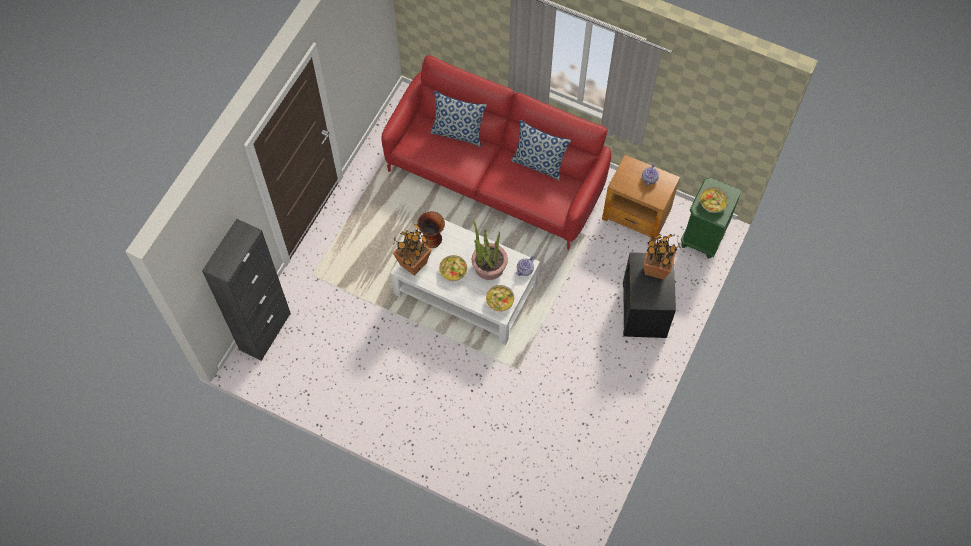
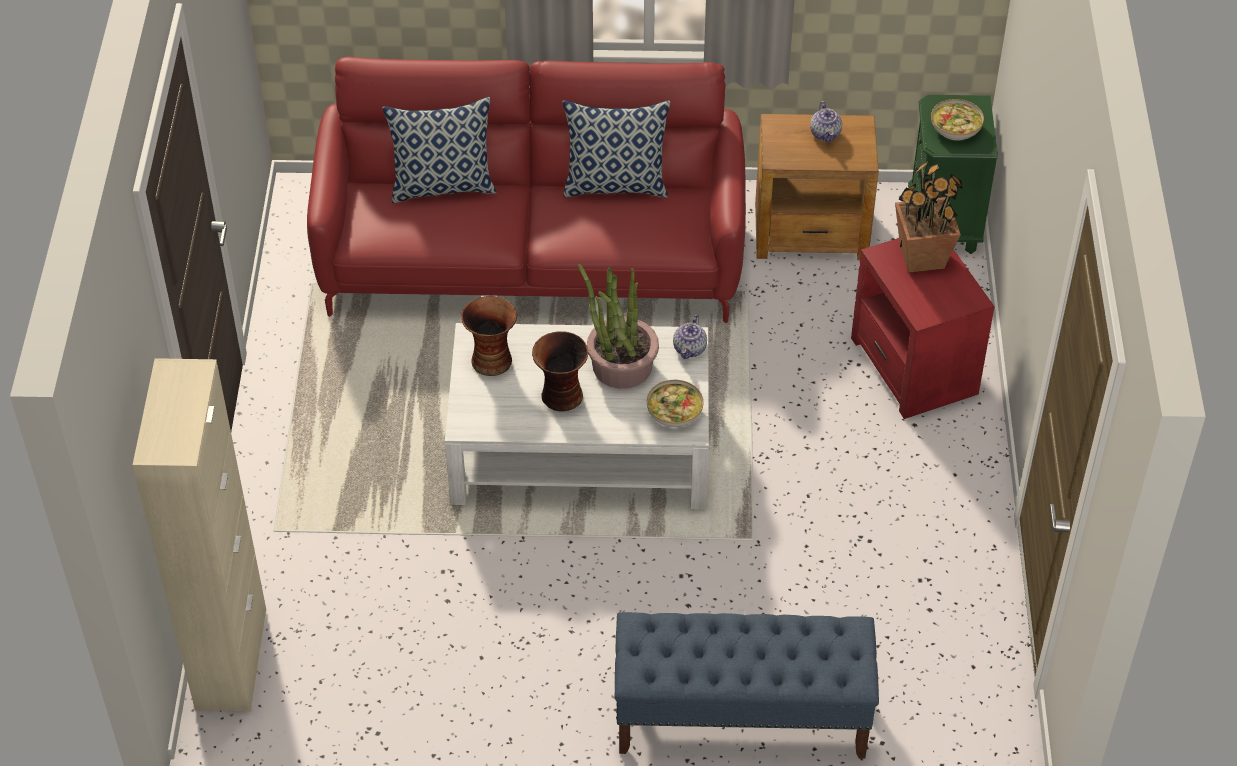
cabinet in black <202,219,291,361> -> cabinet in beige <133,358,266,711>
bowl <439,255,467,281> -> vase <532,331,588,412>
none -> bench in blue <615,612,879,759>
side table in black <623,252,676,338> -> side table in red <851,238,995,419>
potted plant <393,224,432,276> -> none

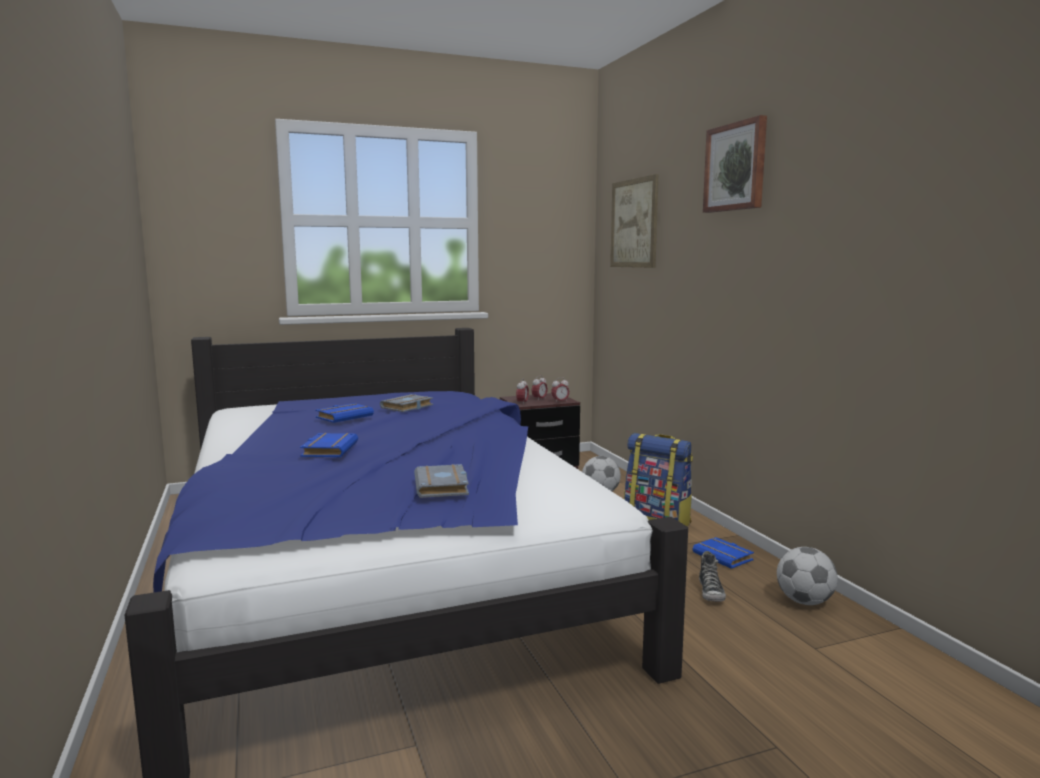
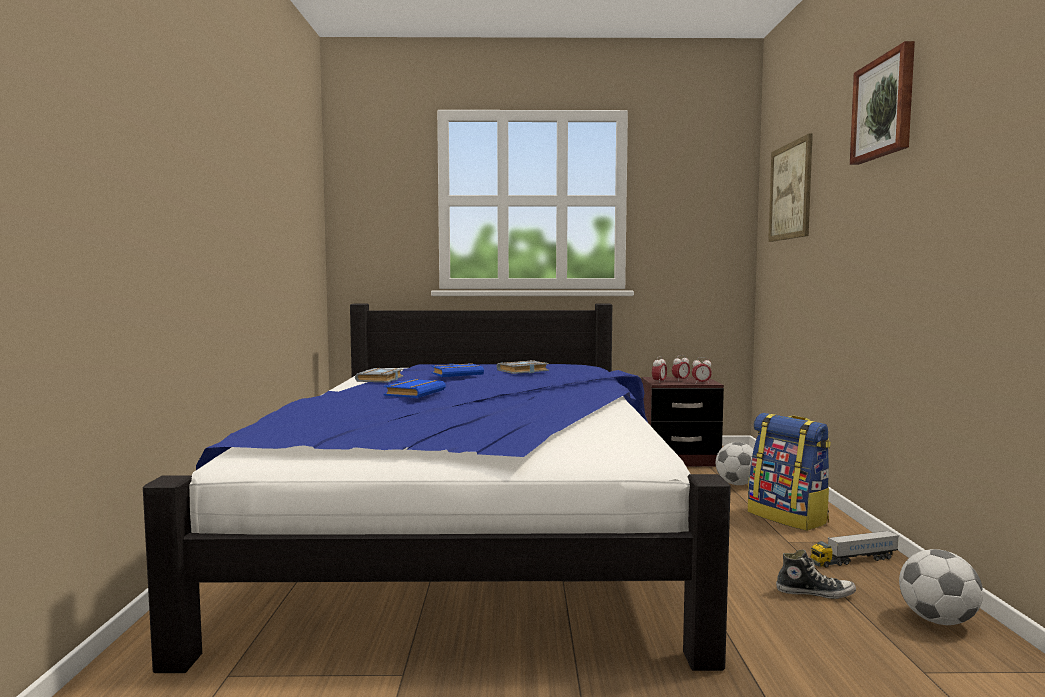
book in grey <414,464,469,498> -> book in grey <355,368,403,382>, move
shoe <699,551,726,602> -> shoe <776,549,856,599>, 105 degrees counterclockwise
book in blue <693,537,754,569> -> toy truck <810,530,899,568>

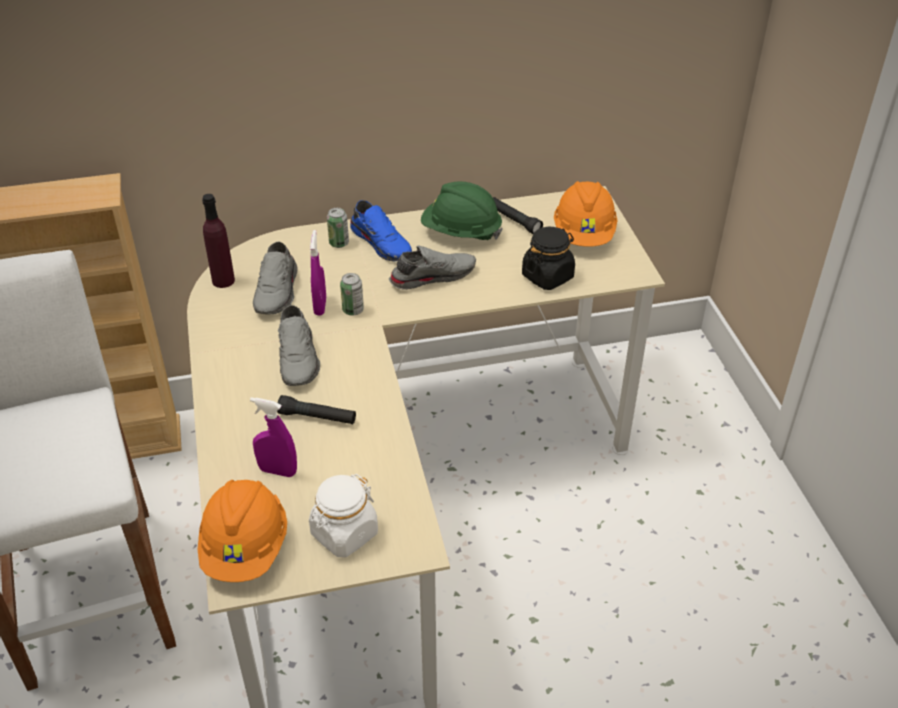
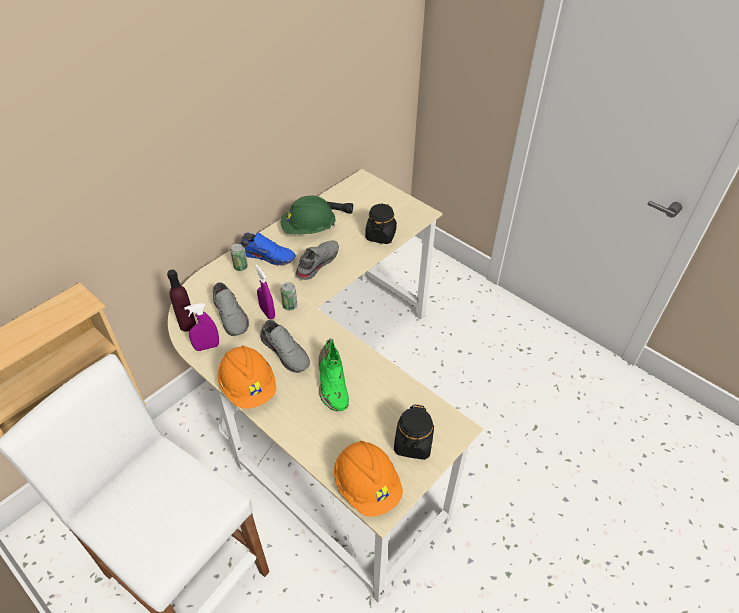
spray bottle in purple <250,397,297,477> -> spray bottle in purple <184,303,219,351>, move
hard hat in orange <554,181,618,247> -> hard hat in orange <218,345,276,409>, move
flashlight in black <277,395,356,424> -> shoe in green <318,338,349,411>
jar in white <309,474,378,557> -> jar in black <394,404,434,460>

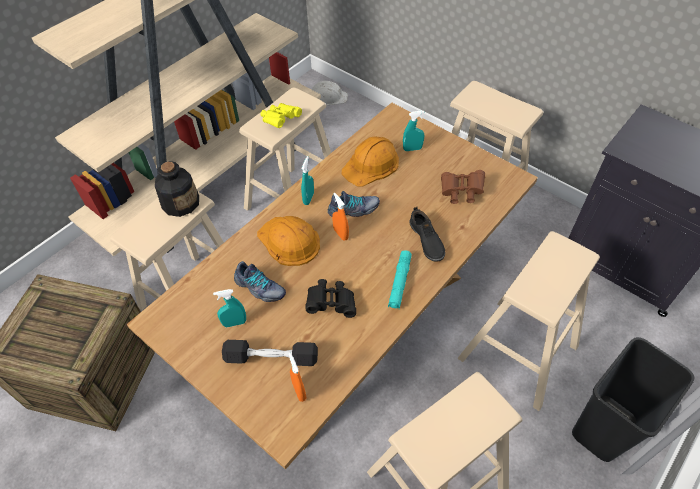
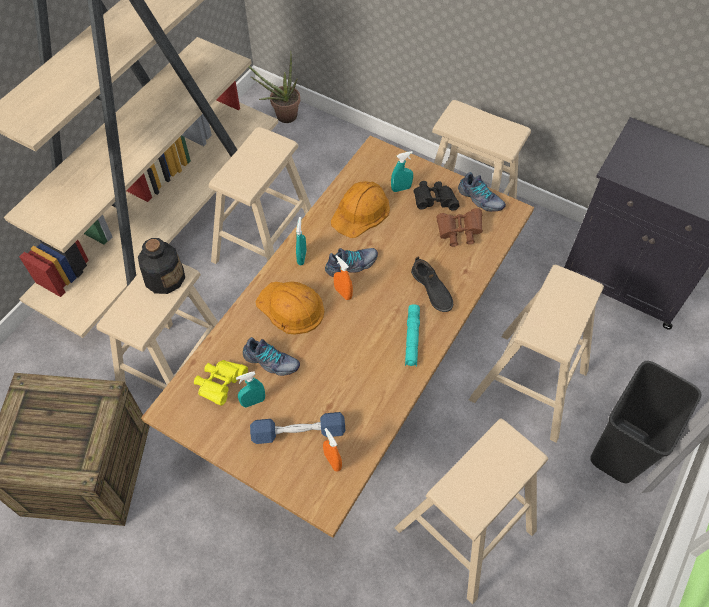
binoculars in yellow <261,103,302,128> -> binoculars in yellow <194,360,248,405>, move
hard hat in white <312,81,348,105> -> potted plant <249,51,300,123>
dumbbell in black <222,340,318,366> -> dumbbell in blue <250,412,345,444>
binoculars in black <306,279,356,318> -> binoculars in black <413,181,460,211>, move
none -> shoe <458,172,506,212>

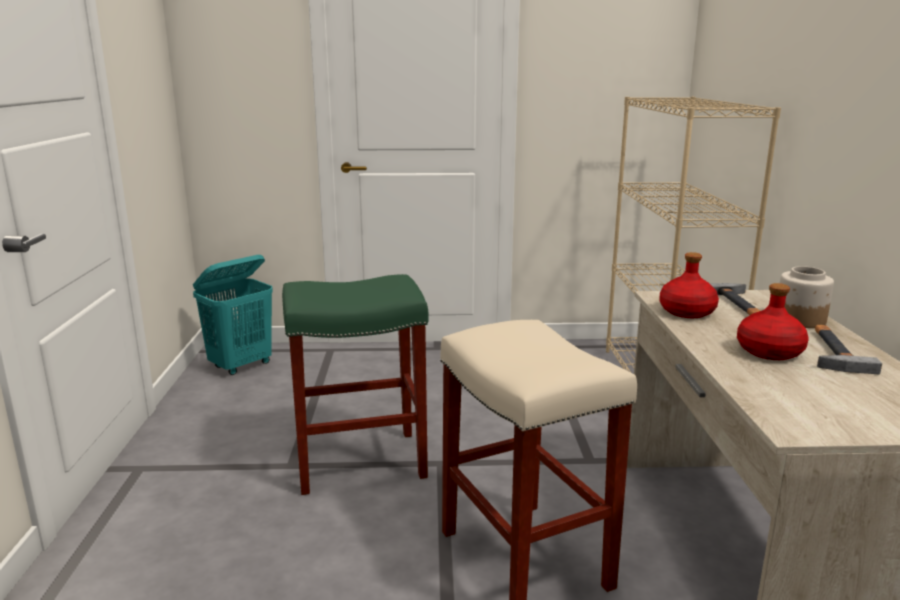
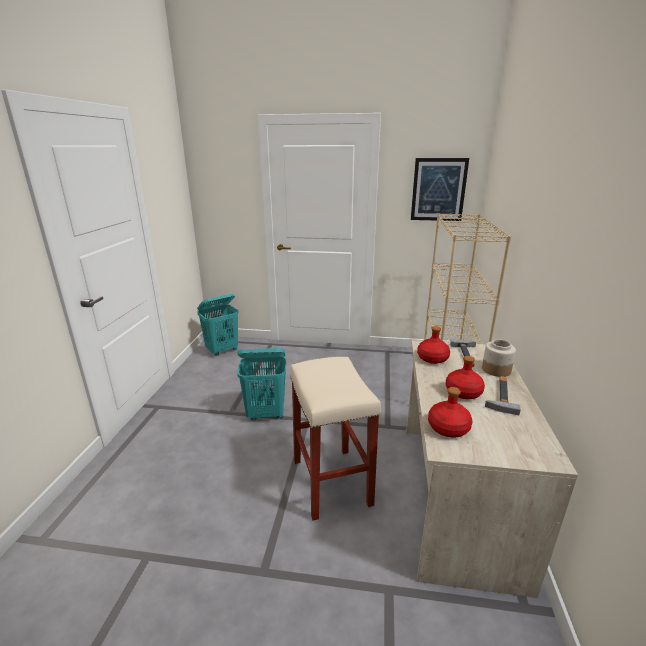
stool in green <282,274,429,495> -> laundry basket in turquoise <237,348,286,420>
none -> picture <411,158,469,221>
none -> bottle in red <428,387,472,438>

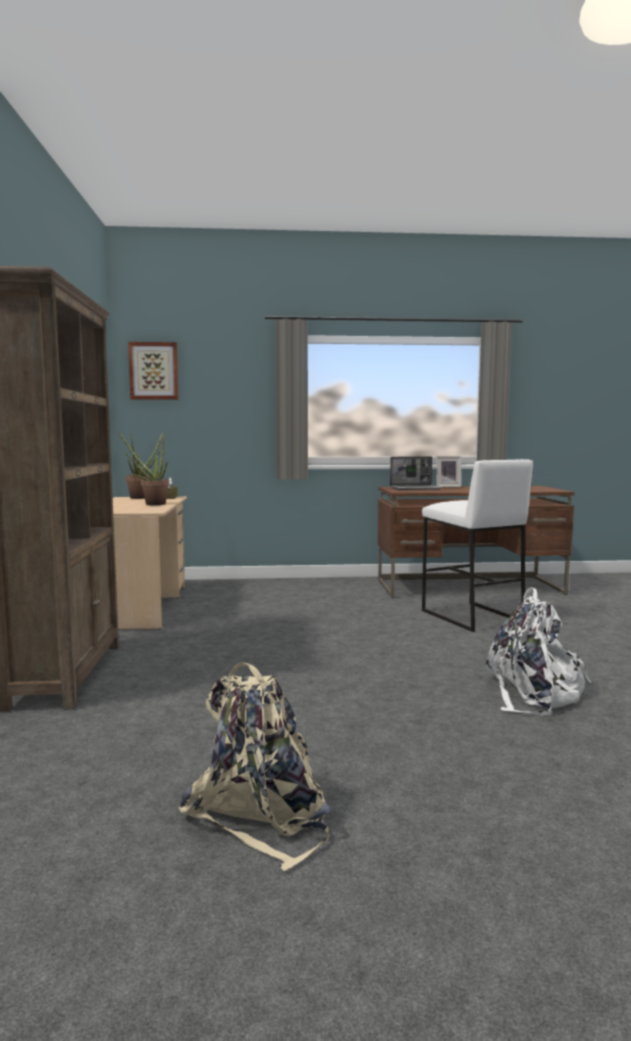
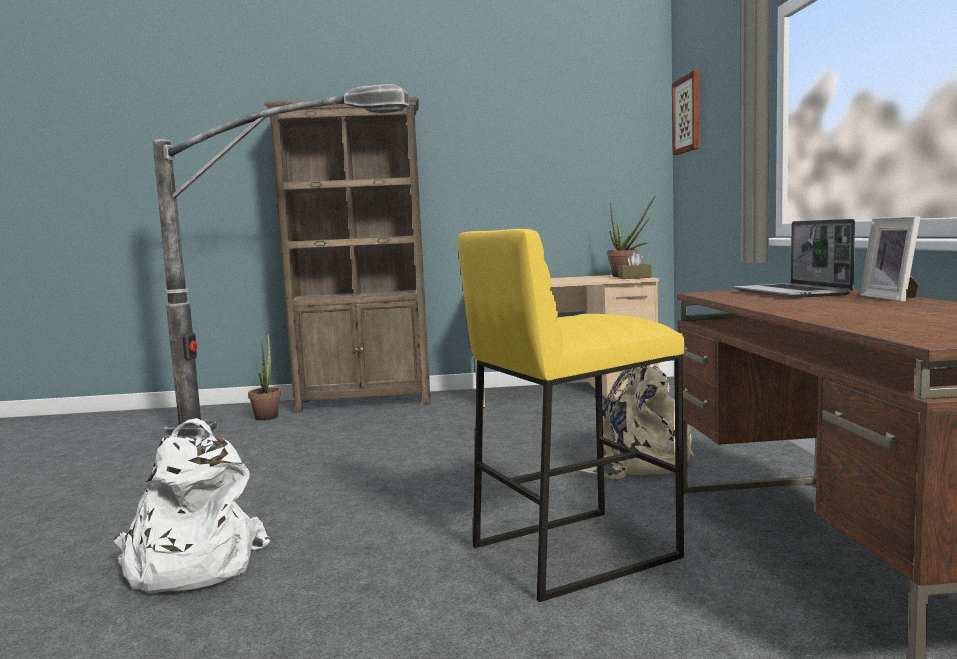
none -> floor lamp <152,84,409,437>
potted plant <118,432,169,505> -> potted plant <248,332,281,421>, move
stool in white <422,459,533,632> -> stool in yellow <458,229,685,602>
backpack in beige <179,662,331,871> -> backpack in beige <578,364,694,479>, move

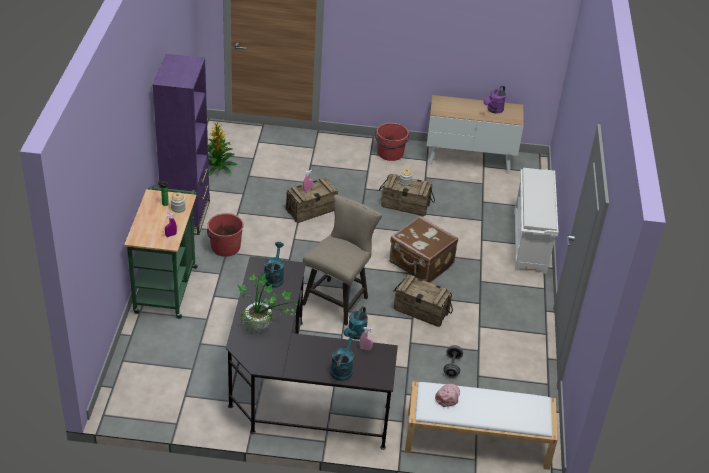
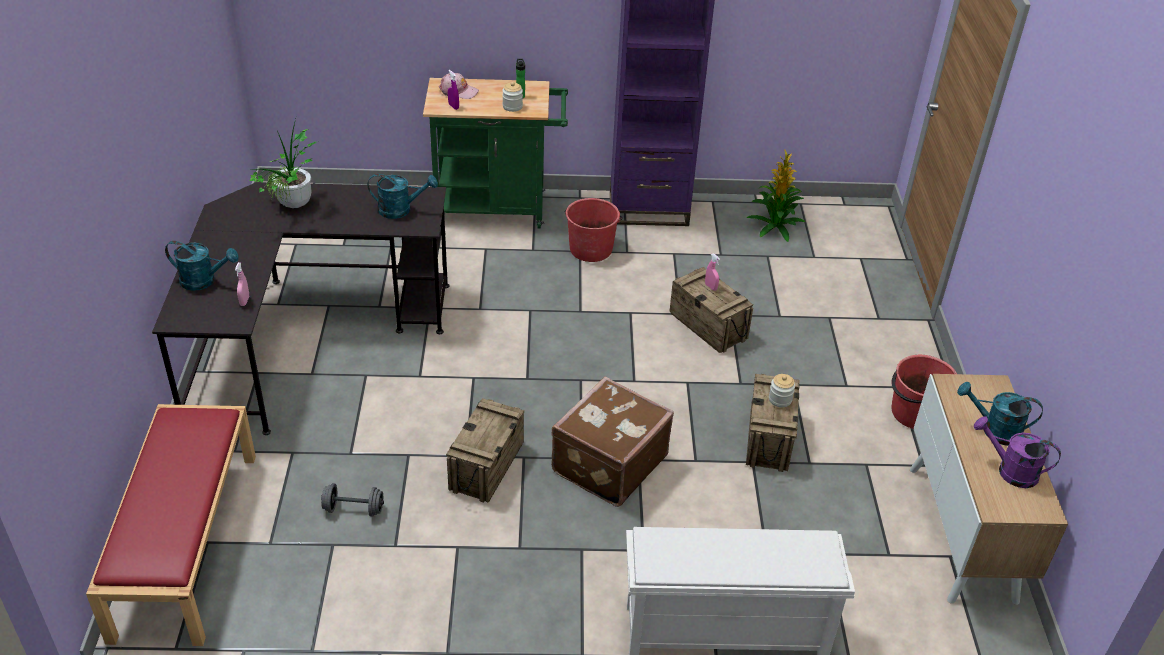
bench in white <405,381,558,470> -> bench in red <86,404,256,646>
cap in pink <435,384,460,407> -> cap in pink <439,73,479,99>, move
watering can in turquoise <344,306,368,340> -> watering can in turquoise <957,382,1043,446>, move
stool in beige <303,195,382,326> -> none

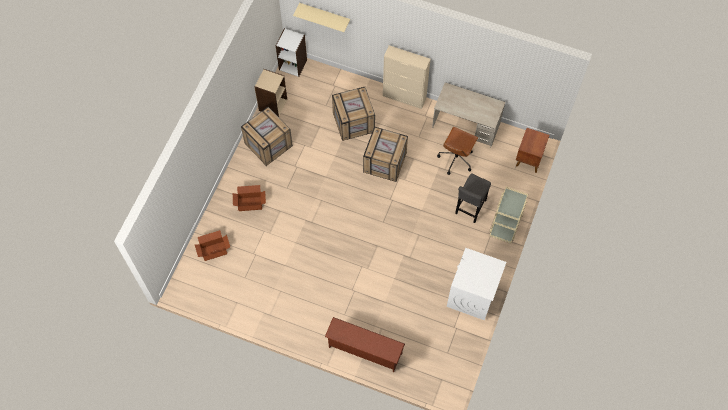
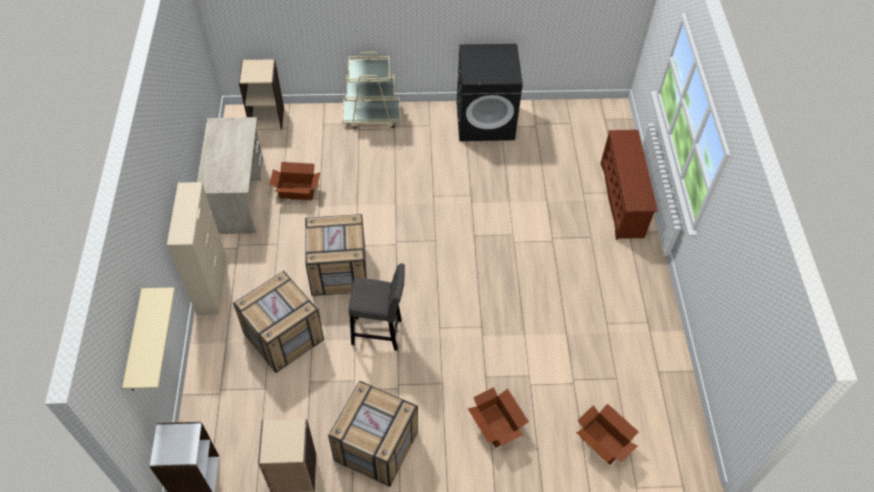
nightstand in brown <516,128,550,173> -> bookcase in beige <239,59,284,130>
office chair in brown <437,127,478,175> -> cardboard box <269,162,320,200>
stool in grey <455,173,491,223> -> stool in grey <349,263,405,351>, move
washing machine in white <447,248,506,321> -> washing machine in black <457,44,523,141>

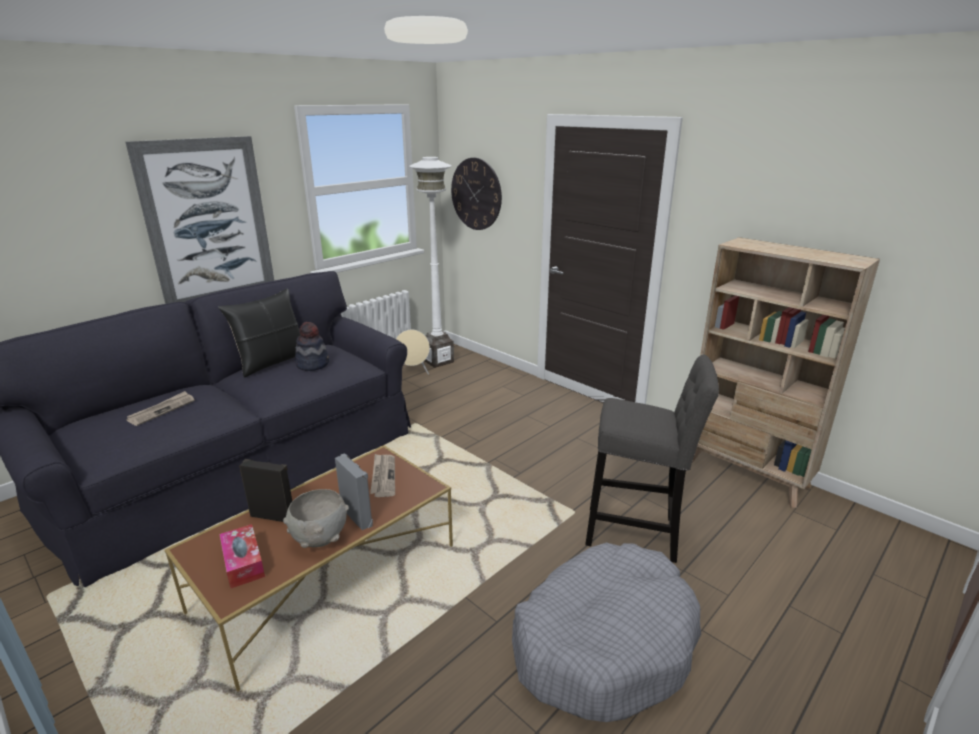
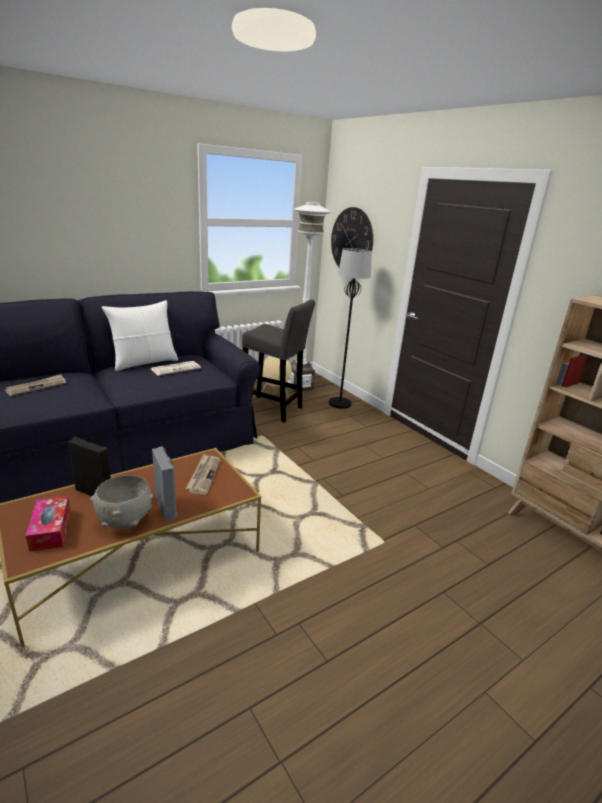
pillow in black <218,288,300,377> -> pillow in white <102,300,178,371>
hat <295,322,329,371> -> newspaper <151,361,201,376>
stool in grey <585,355,719,563> -> stool in grey <242,299,315,423>, move
none -> floor lamp in black <329,248,372,409>
picture <125,136,274,304> -> none
dog bed in grey <512,543,701,722> -> none

